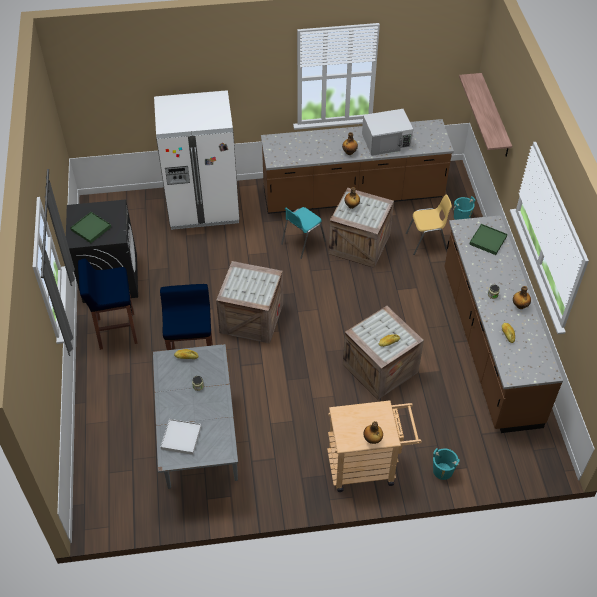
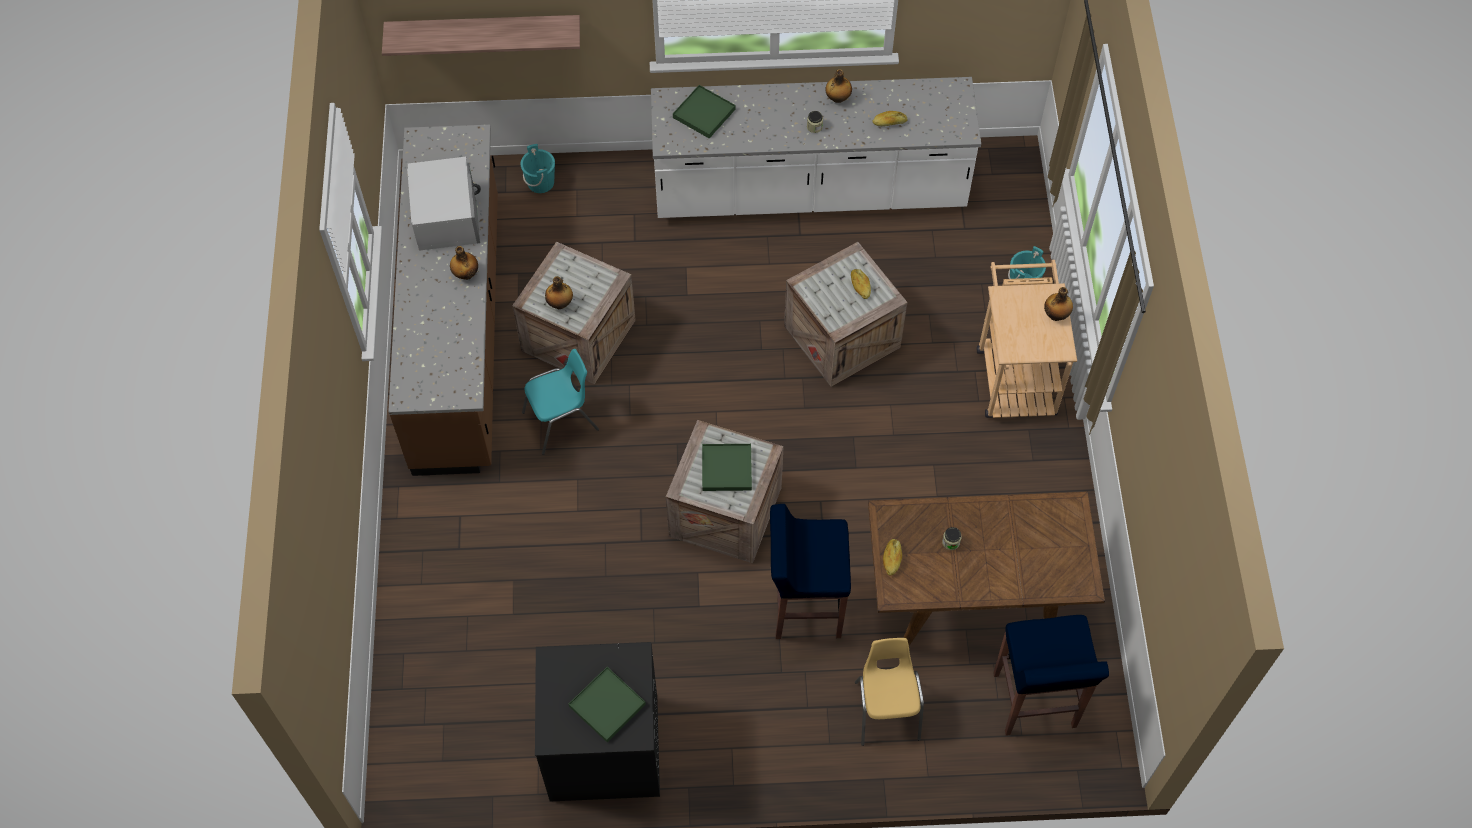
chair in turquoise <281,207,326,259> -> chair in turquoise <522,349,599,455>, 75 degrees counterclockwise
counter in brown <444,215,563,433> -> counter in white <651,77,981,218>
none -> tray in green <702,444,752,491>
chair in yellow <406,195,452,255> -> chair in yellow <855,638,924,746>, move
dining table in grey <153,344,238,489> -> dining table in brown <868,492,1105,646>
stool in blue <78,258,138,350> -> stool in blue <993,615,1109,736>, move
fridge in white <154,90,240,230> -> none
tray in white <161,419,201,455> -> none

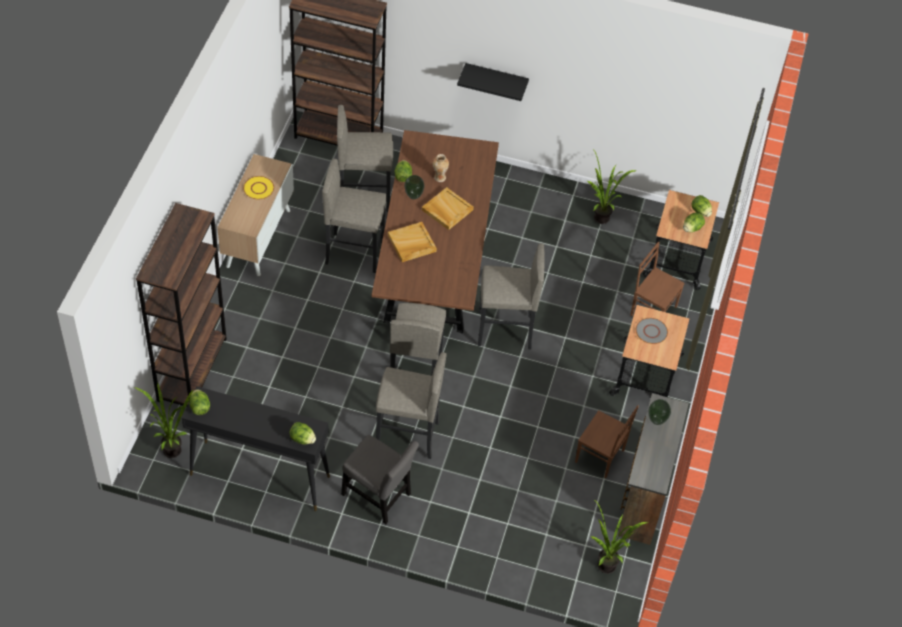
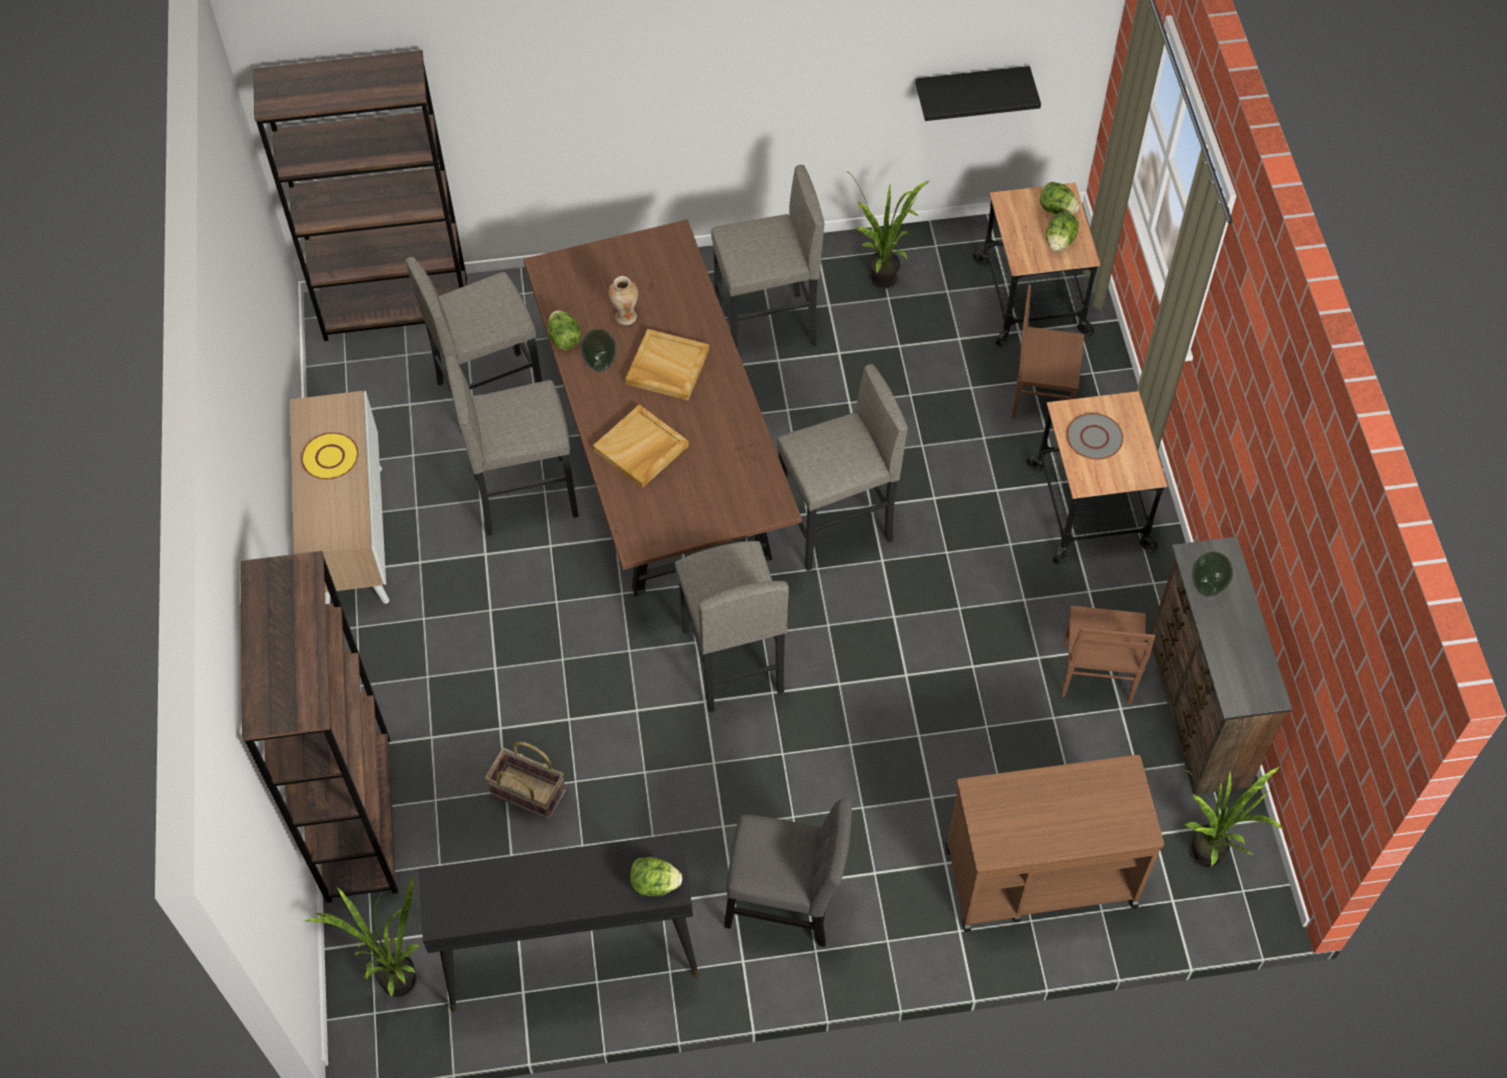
none -> basket <485,742,566,820>
stool in grey <376,352,447,459> -> stool in grey <711,165,824,348>, move
shelf in black <457,63,529,101> -> shelf in black <915,66,1041,121>, move
none -> cart in brown <946,755,1164,932>
chair in brown <575,405,639,479> -> chair in brown <1061,606,1155,704>, 90 degrees clockwise
lettuce <190,389,210,415> -> none

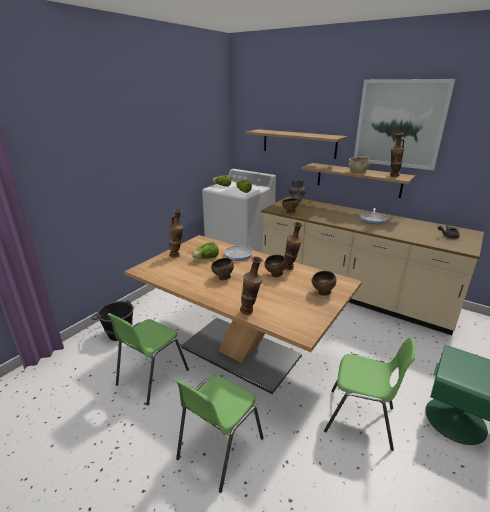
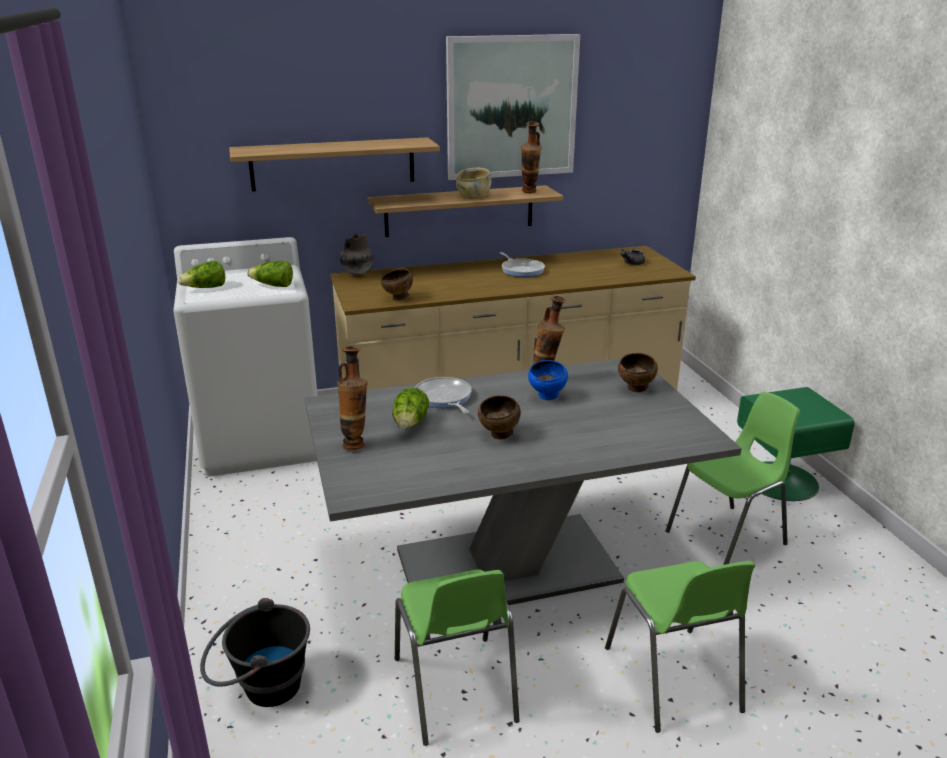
dining table in brown <124,235,362,394> -> dining table in grey <305,358,742,605>
bowl in brown <264,255,287,277> -> bowl in blue <528,360,568,400>
vase <240,256,263,315> -> none

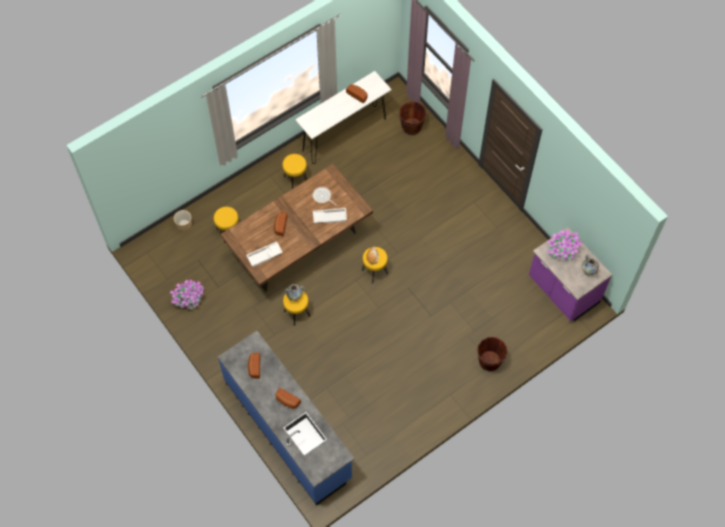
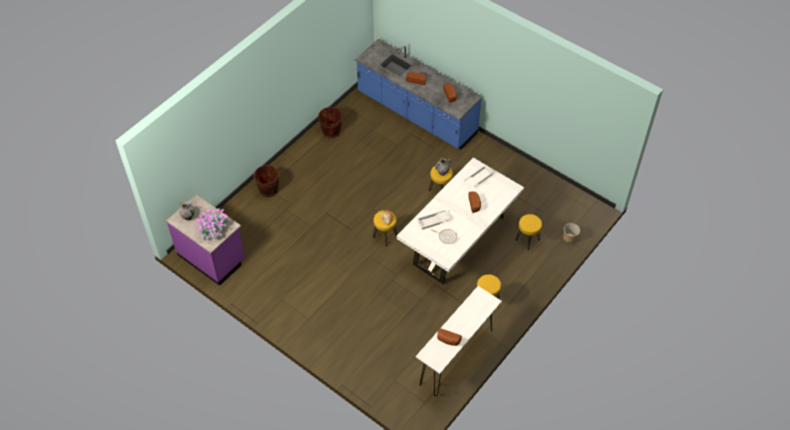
bucket in brown <399,101,426,135> -> bucket in brown <318,106,343,138>, move
dining table in brown <220,164,373,292> -> dining table in white <397,158,524,284>
potted plant <170,279,204,310> -> none

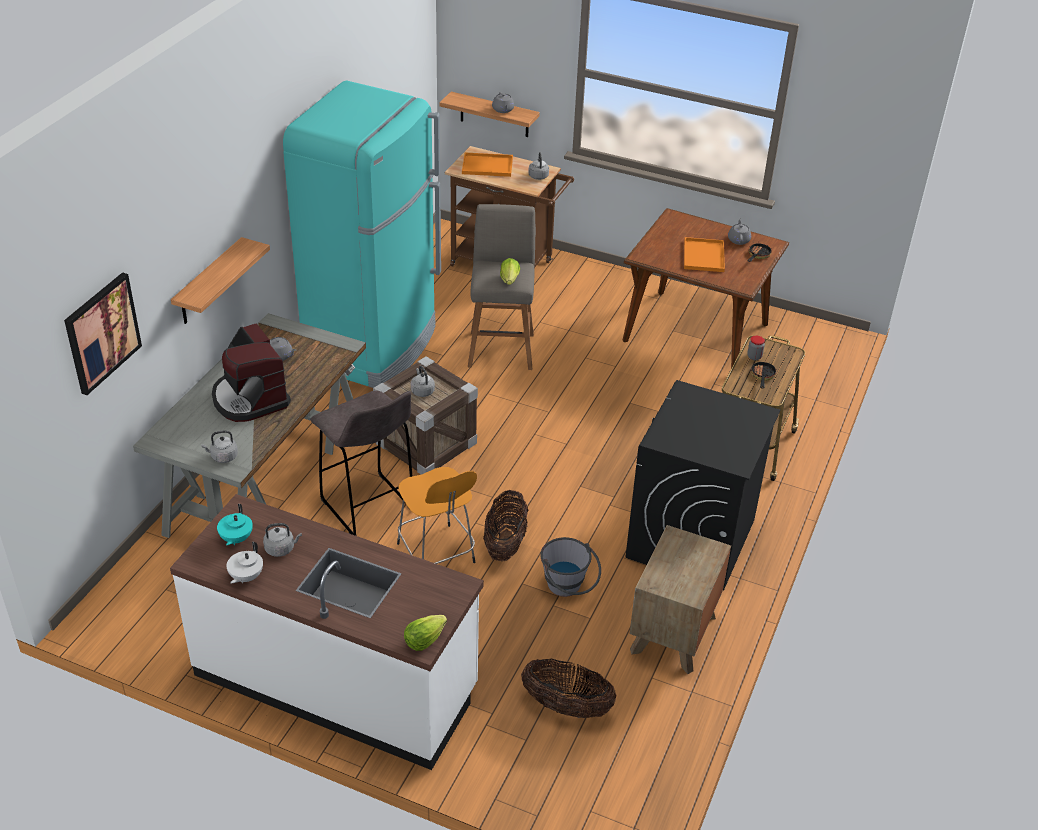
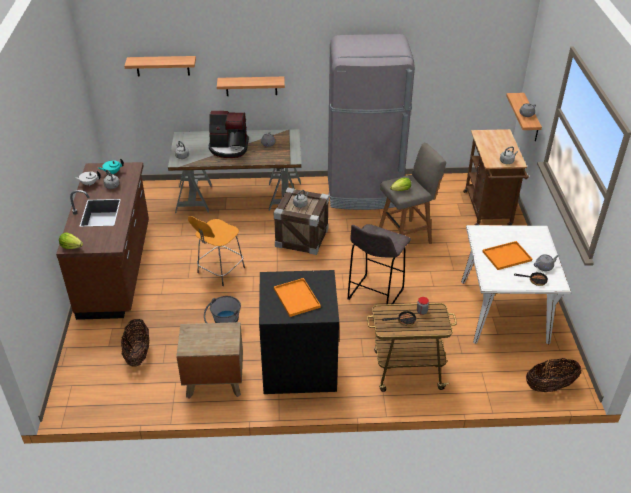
counter in white <170,494,484,770> -> counter in brown <56,162,149,320>
picture <64,272,142,395> -> shelf <124,56,196,76>
coffee machine <212,323,291,422> -> coffee machine <209,111,249,158>, 120 degrees counterclockwise
tray in orange <462,152,513,177> -> tray in orange <274,278,321,317>, move
fridge in turquoise <283,81,441,388> -> fridge in grey <328,34,415,210>
stool in grey <310,391,412,536> -> stool in grey <347,224,411,305>, move
dining table in brown <623,208,789,368> -> dining table in white <461,225,571,344>
basket <483,490,528,562> -> basket <526,358,581,392>, move

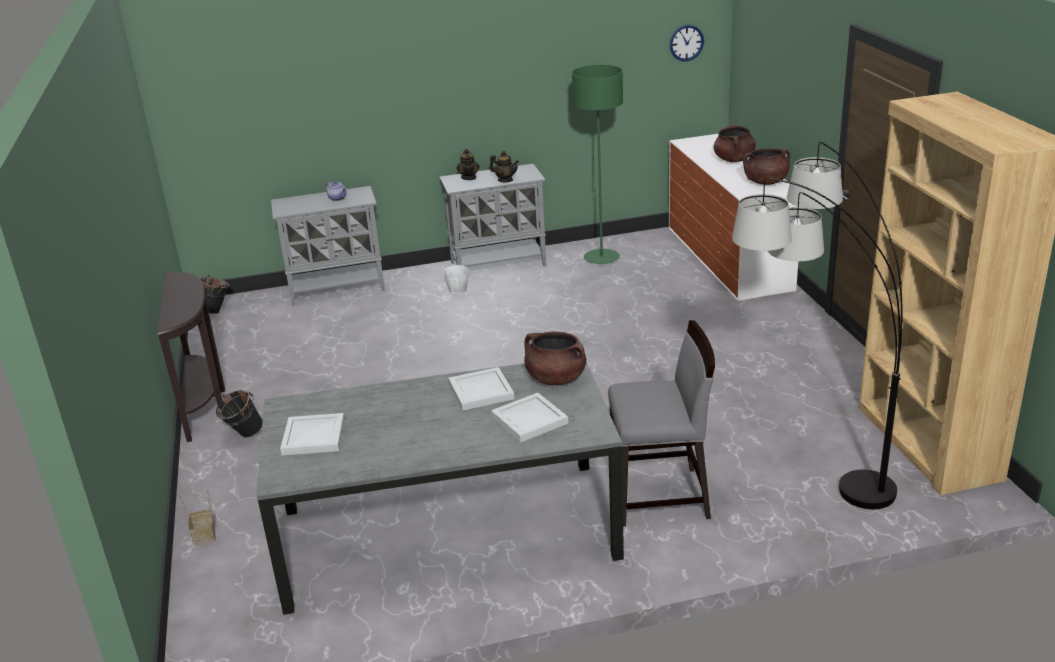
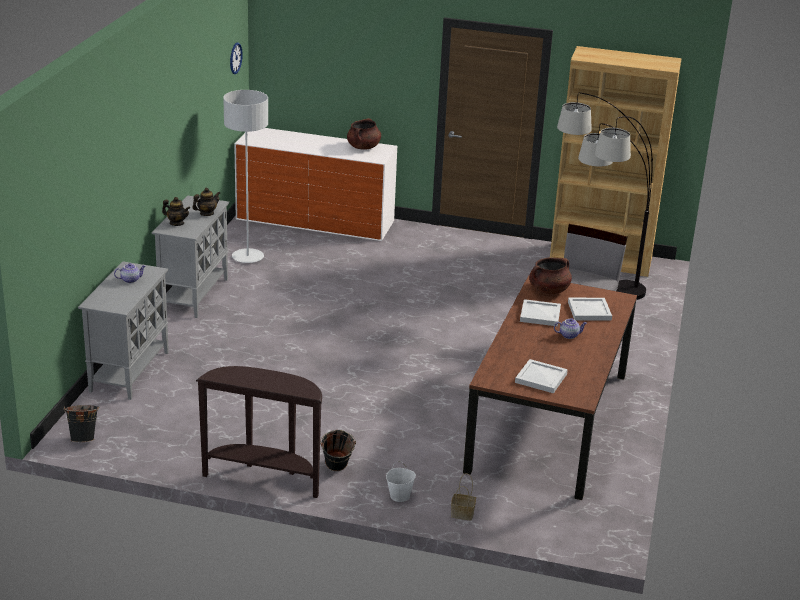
floor lamp in green <572,65,623,264> -> floor lamp in grey <223,90,268,263>
bucket in white <443,258,469,294> -> bucket in white <386,461,416,502>, move
dining table in grey <256,362,624,615> -> dining table in brown <463,275,637,500>
none -> teapot <554,318,587,339>
cooking pot in brown <714,125,756,162> -> none

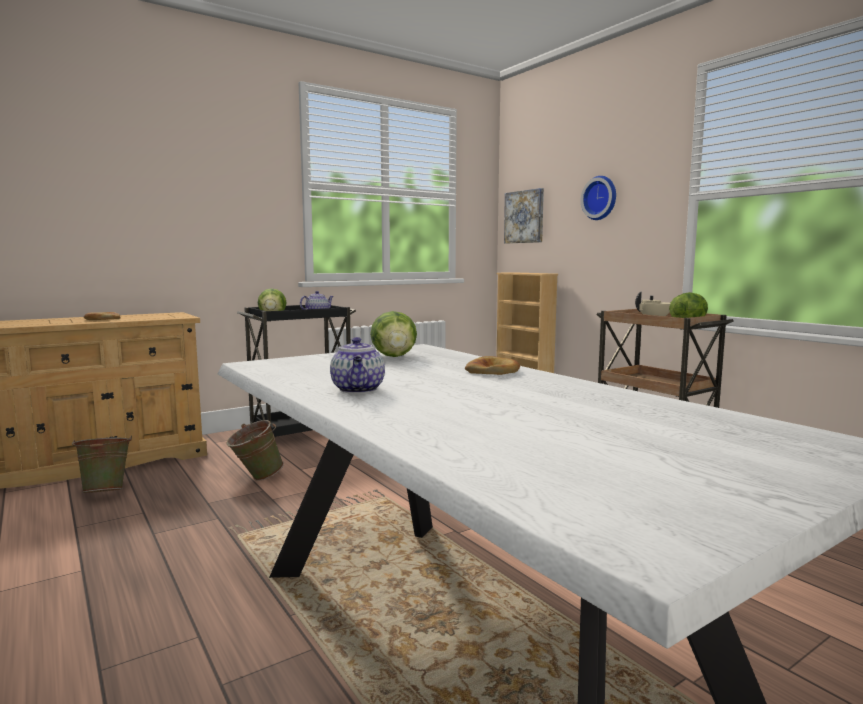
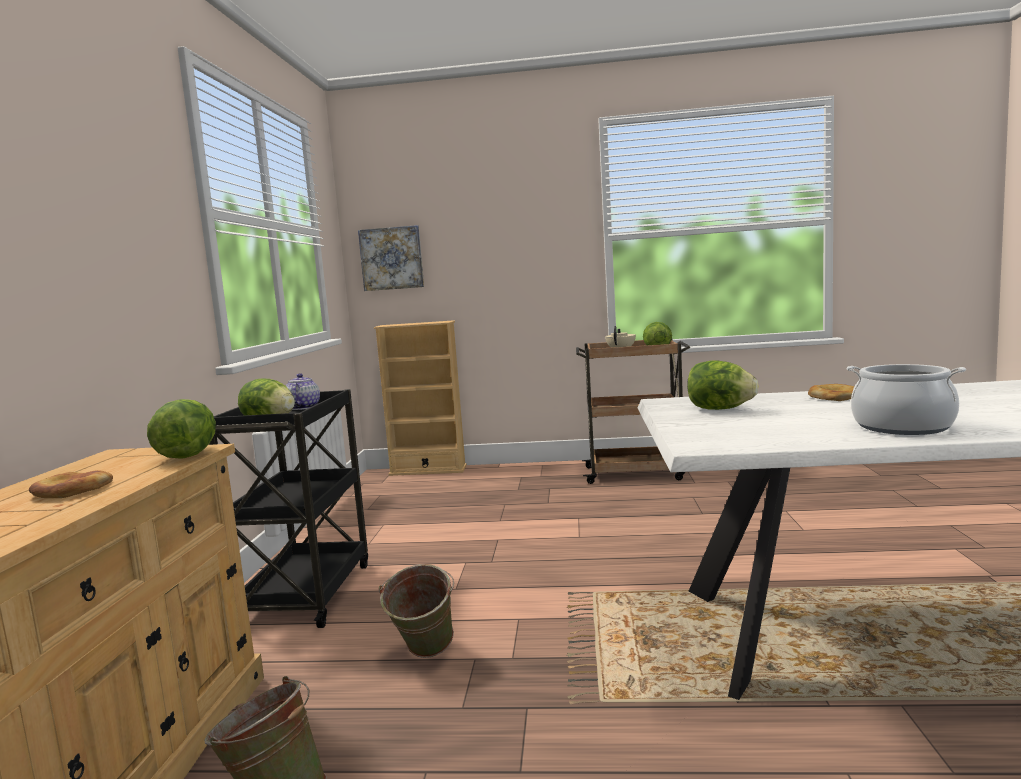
none -> lettuce <147,399,216,458>
teapot <330,337,385,394> -> cooking pot <847,364,966,435>
wall clock <581,176,616,220> -> none

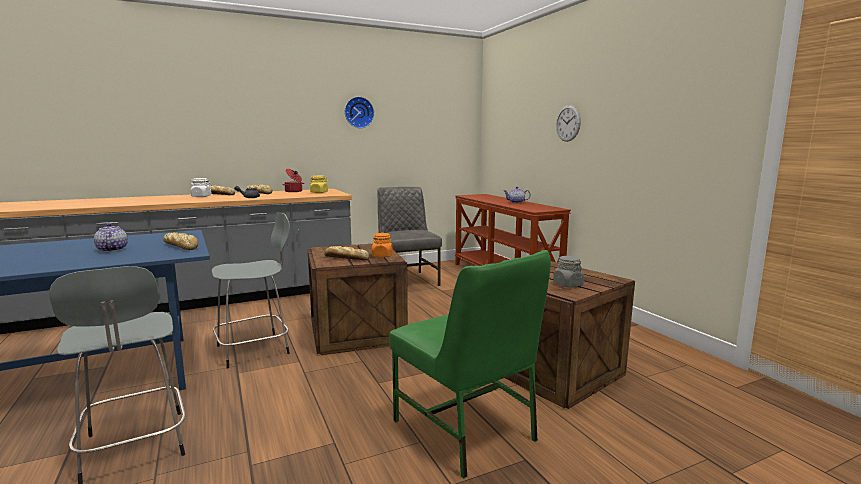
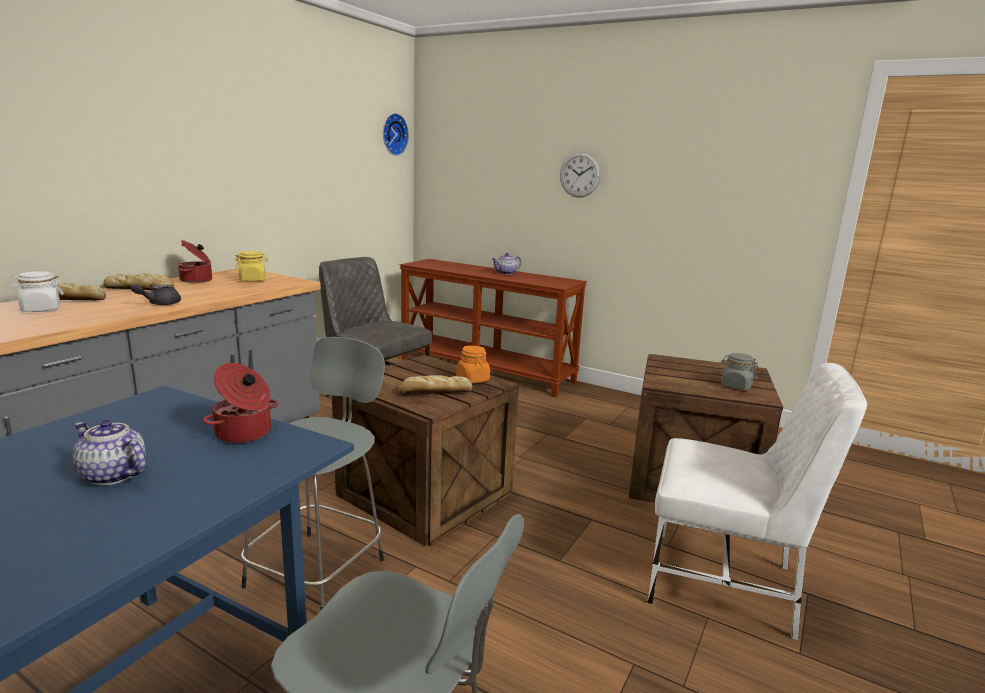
bread <163,232,198,250> -> cooking pot <203,363,278,443>
wall clock <345,97,374,128> -> wall clock <383,113,409,156>, move
chair in green <389,250,551,478> -> chair in white <647,363,867,640>

